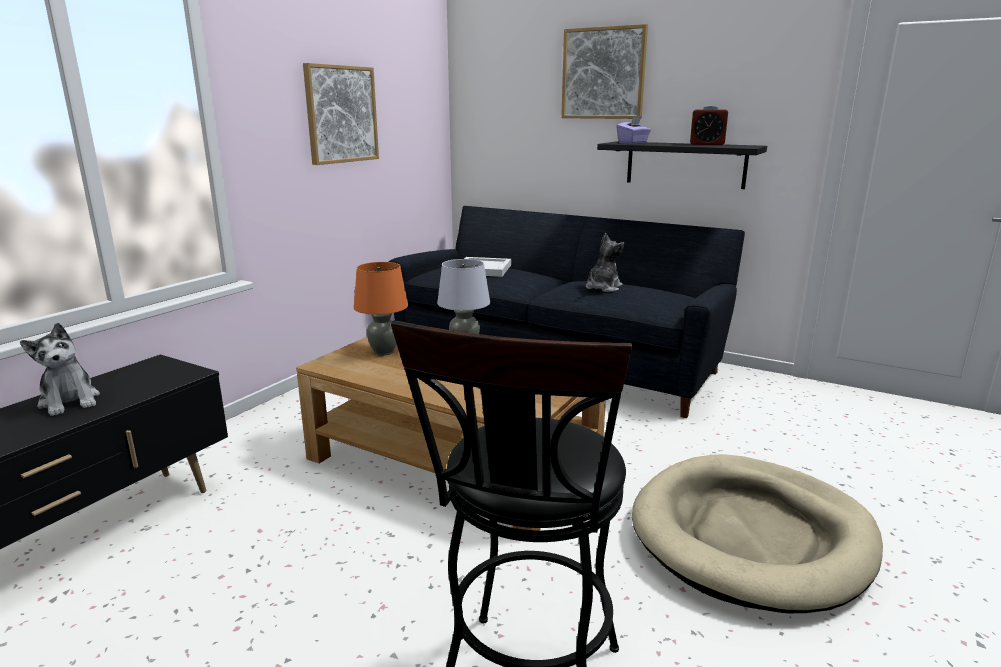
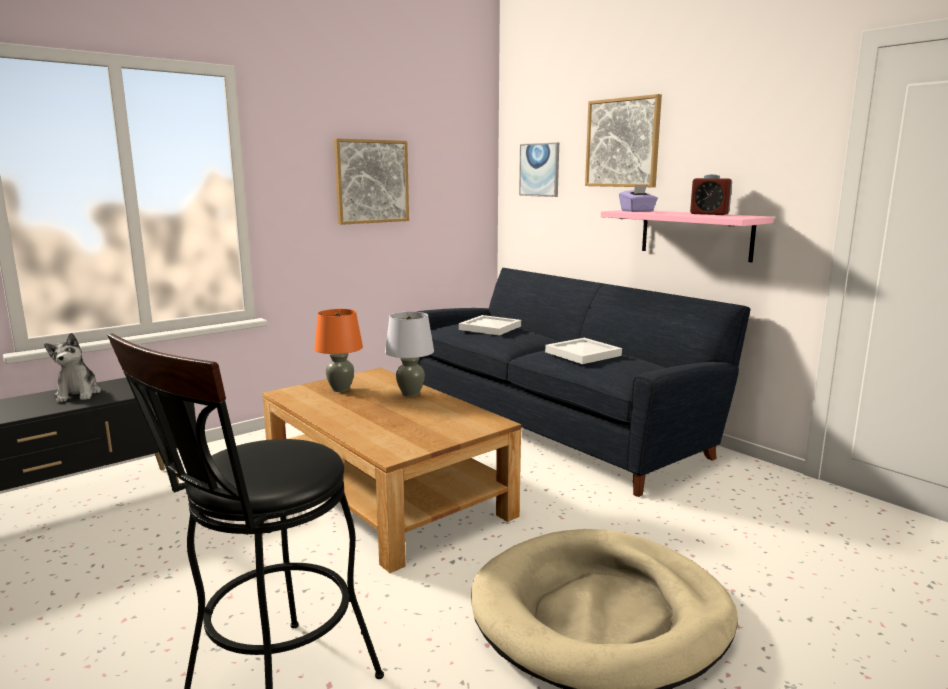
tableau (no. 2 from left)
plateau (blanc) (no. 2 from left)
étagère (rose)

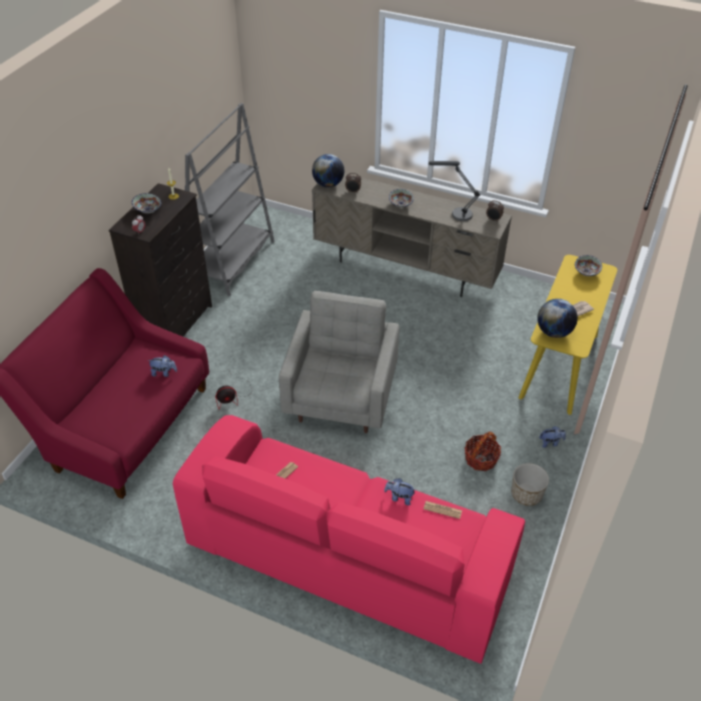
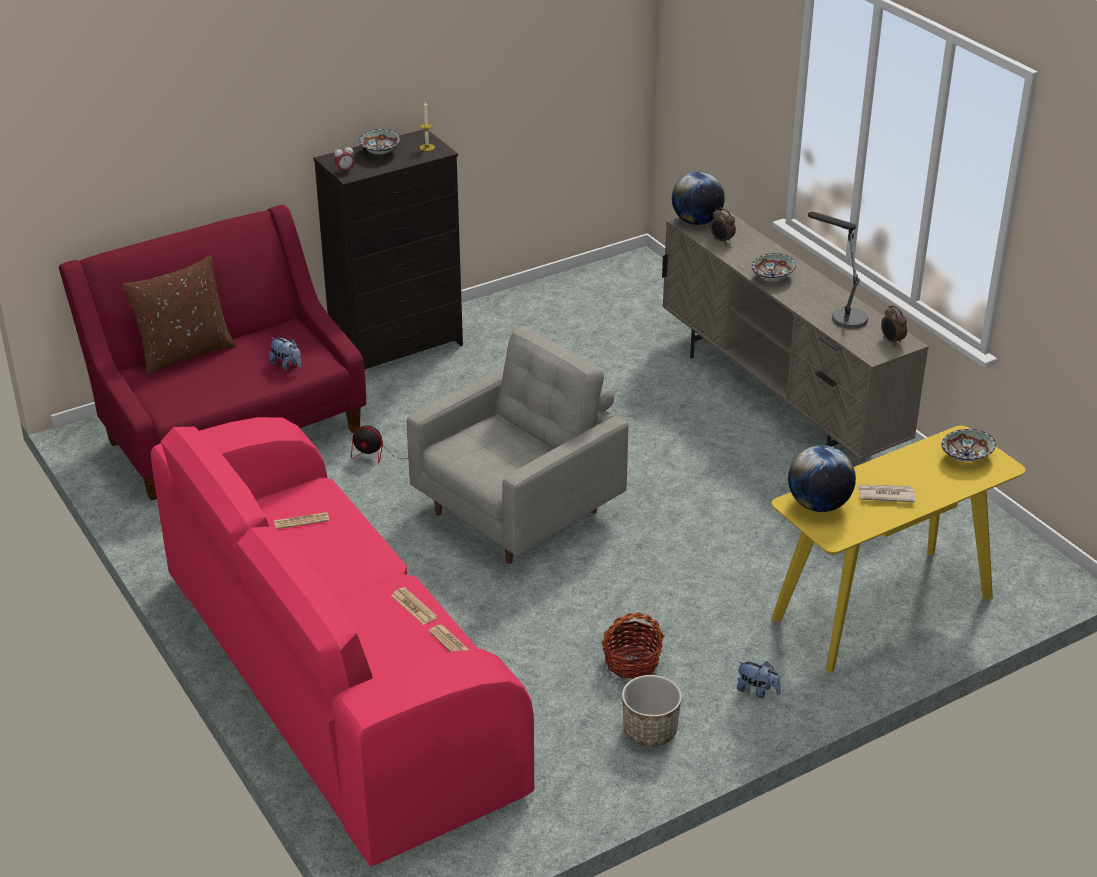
bibliothèque (gris)
coussin (marron)
journal (no. 2 from left)

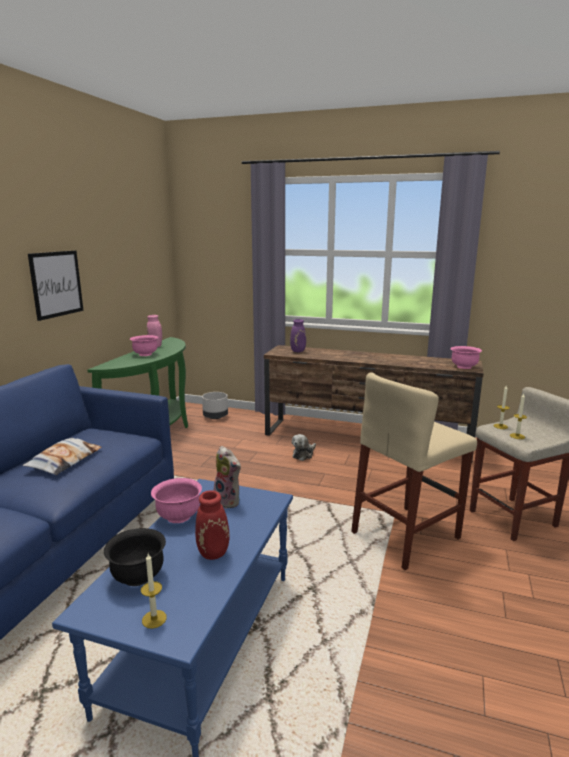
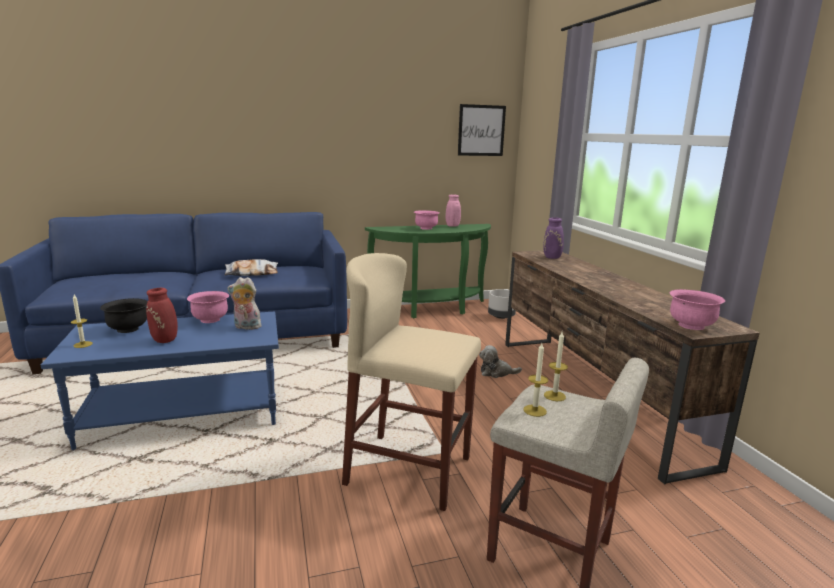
tableau
peluche (no. 1 from left)

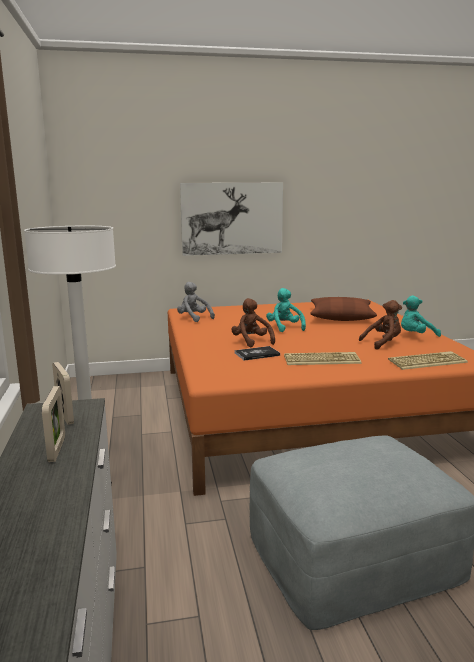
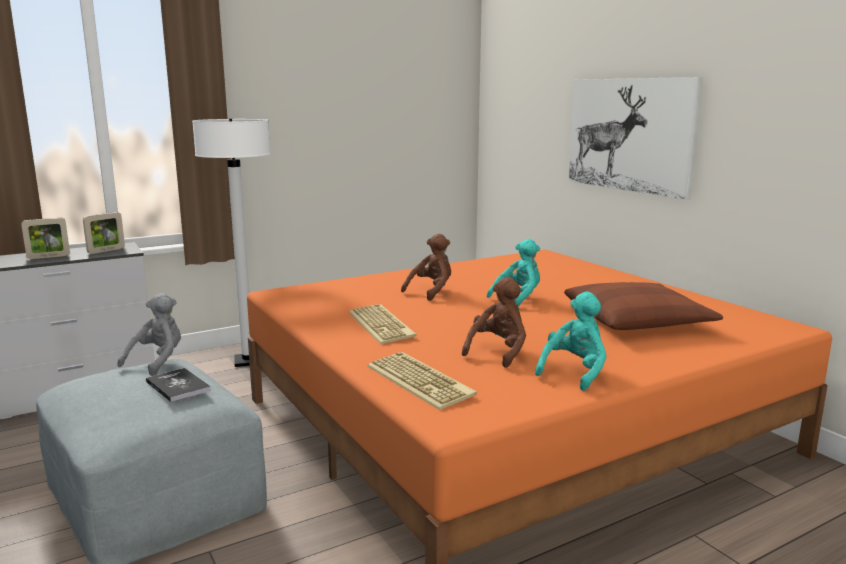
peluche (gris)
livre
peluche (marron) (no. 2 from left)
peluche (turquoise) (no. 2 from left)

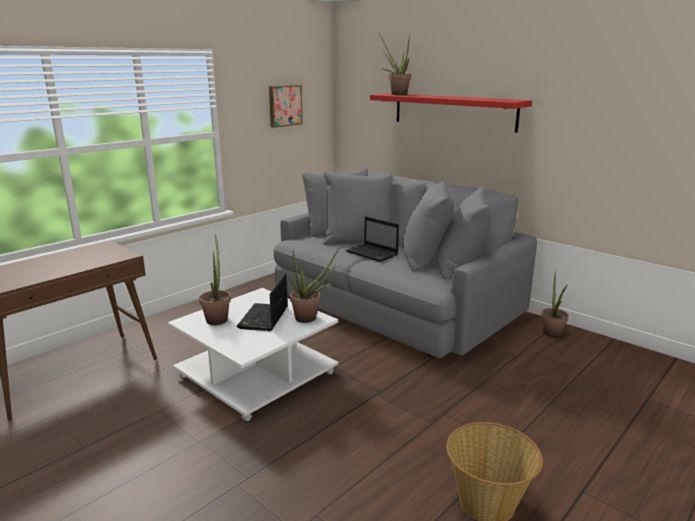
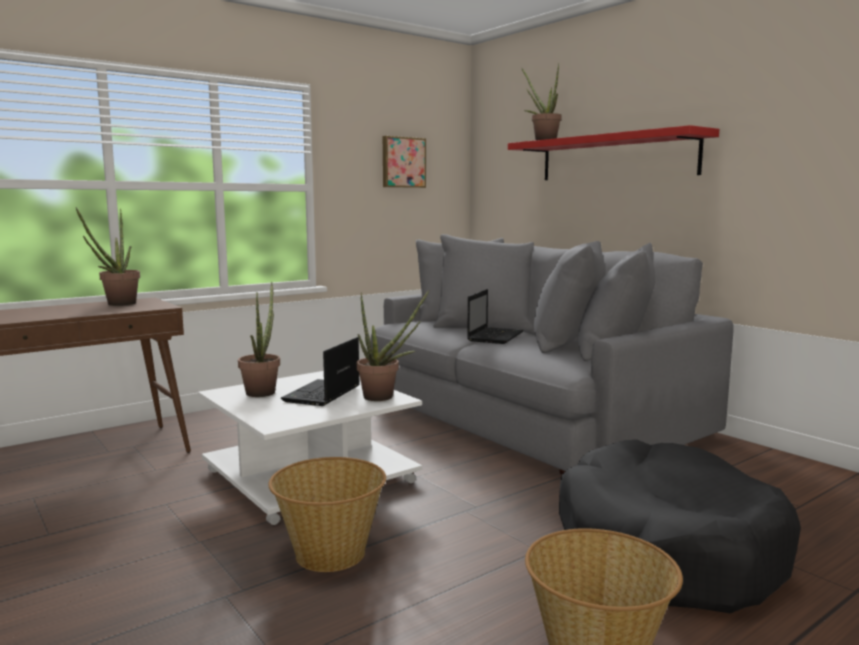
panier (no. 1 from left)
panier pour chien (noir)
plante en pot (no. 1 from left)
ordinateur portable (no. 2 from left)

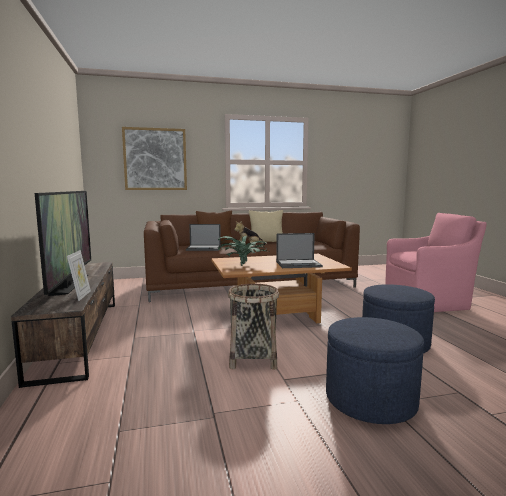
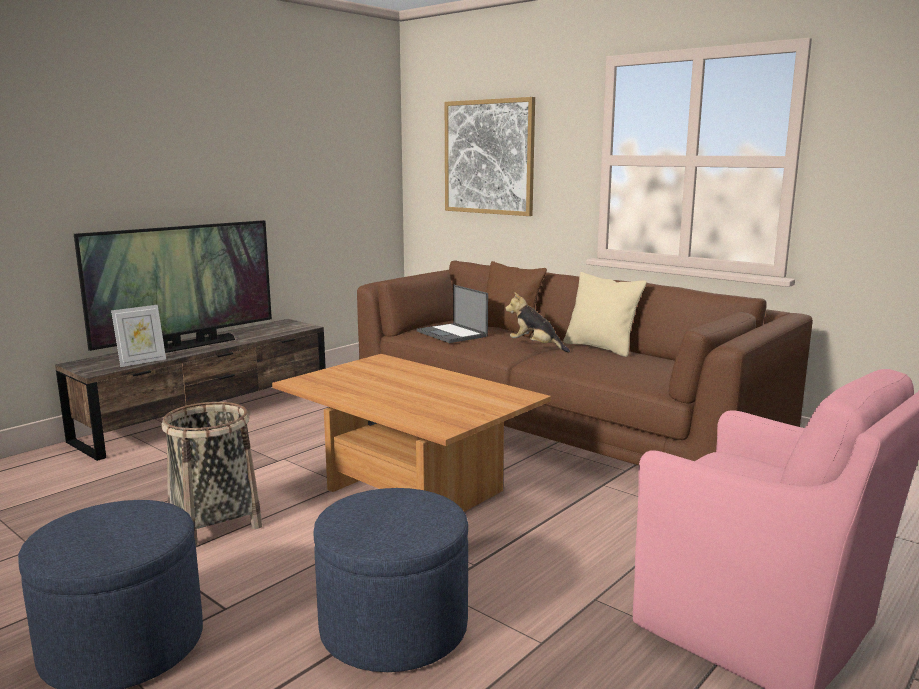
plante en pot
ordinateur portable (no. 2 from left in the first image)

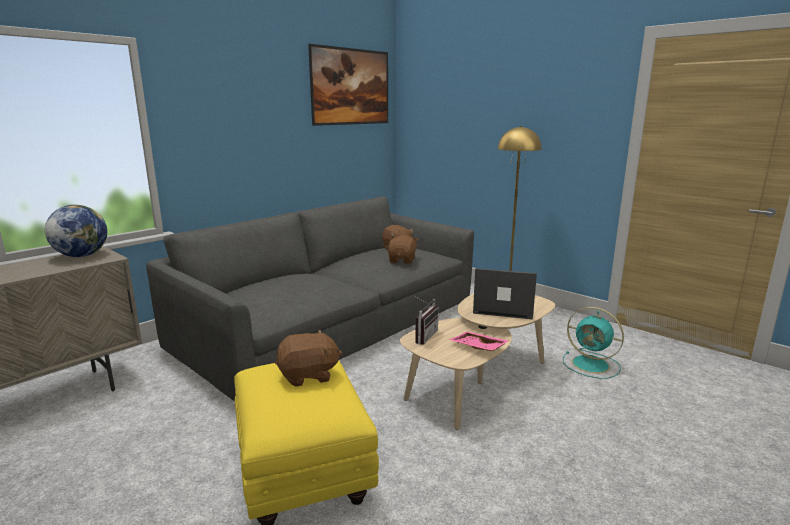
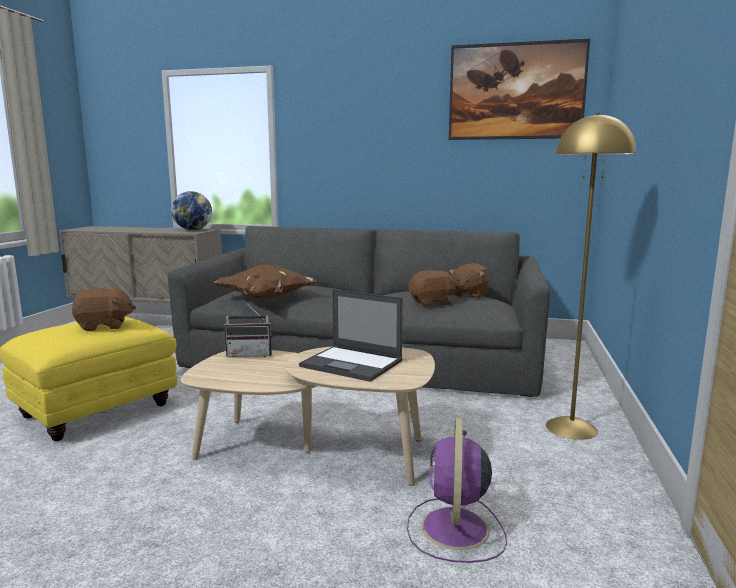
plateau (rose)
coussin (marron)
ventilateur (violet)
peluche (marron) (no. 1 from left)
ordinateur portable

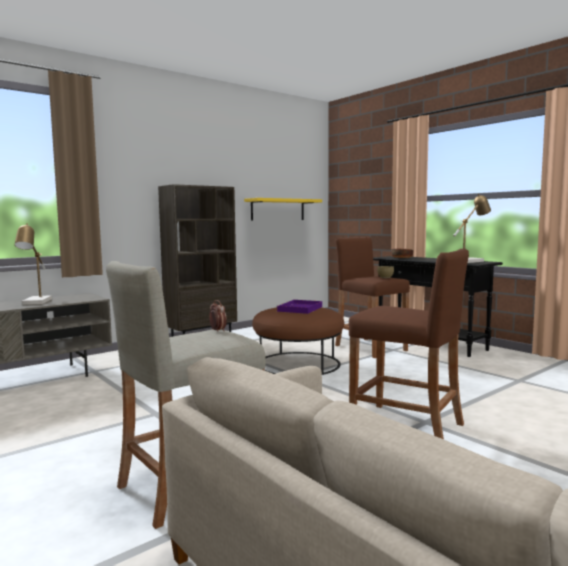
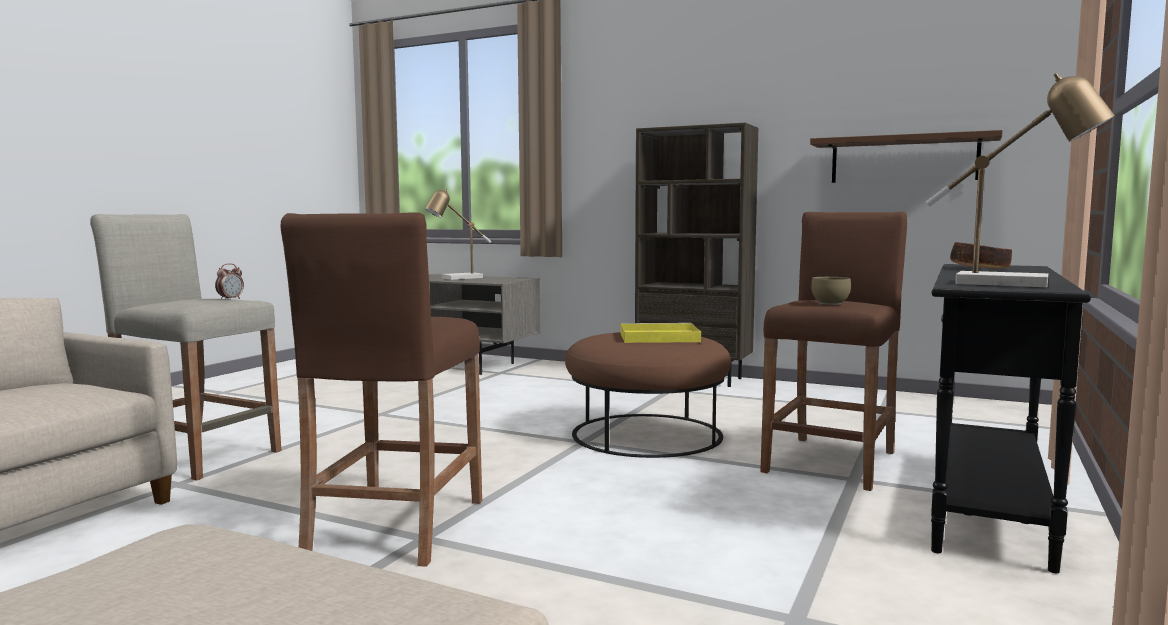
étagère (marron)
plateau (jaune)

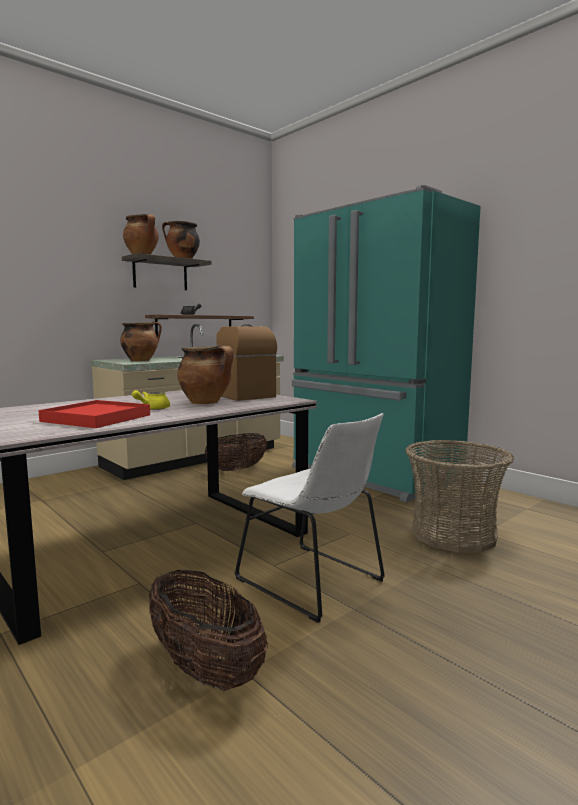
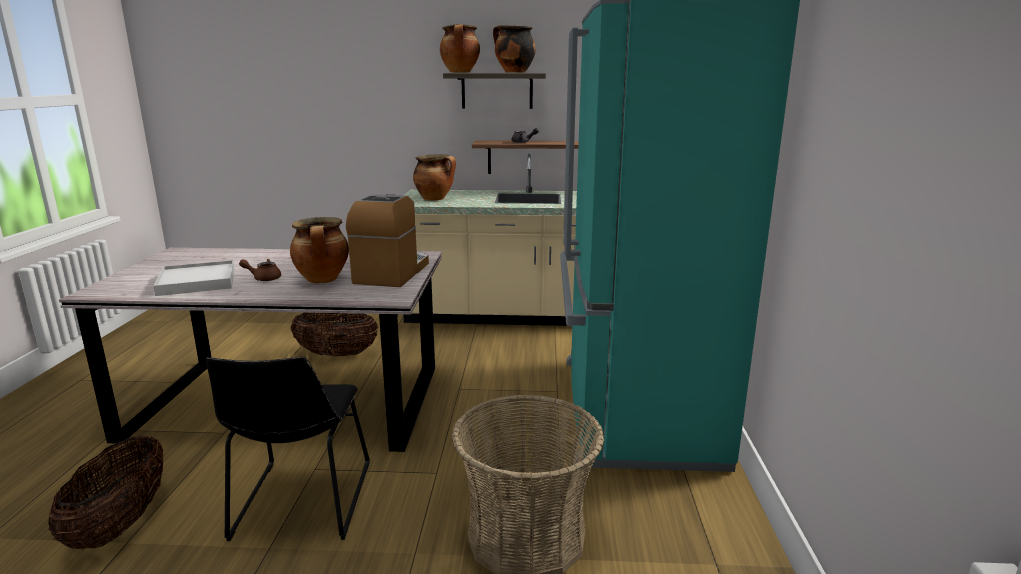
panier (no. 2 from left)
plateau (blanc)
théière (marron)
chaise (noir)

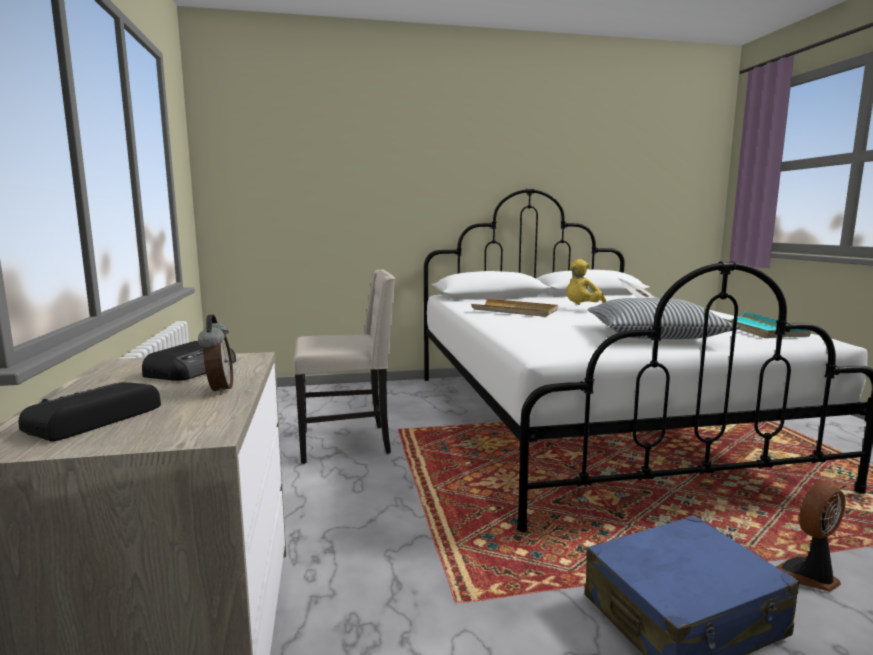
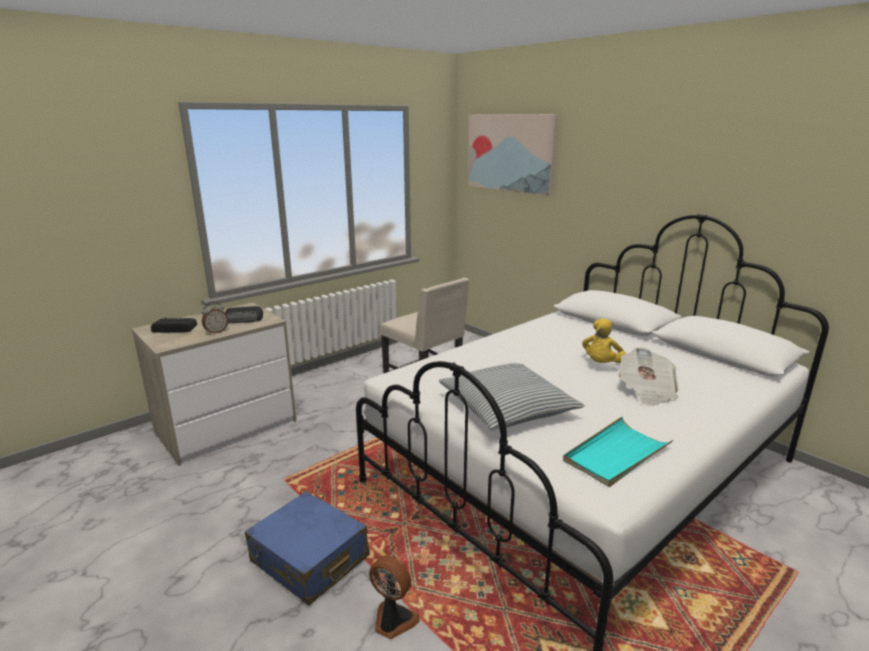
plateau (beige)
tableau
peluche (jaune)

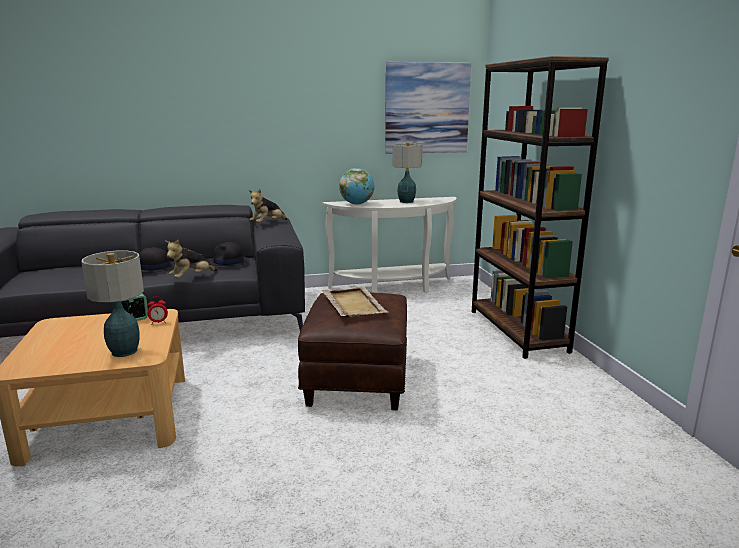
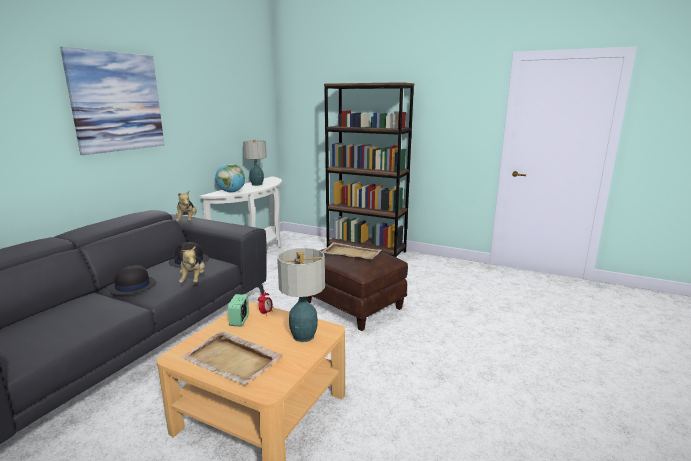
plateau (beige) (no. 1 from left)
tableau

